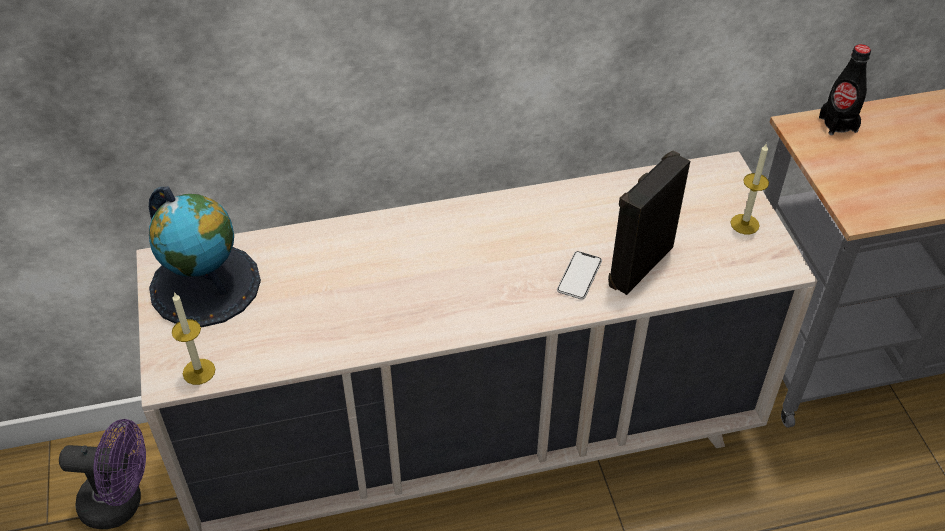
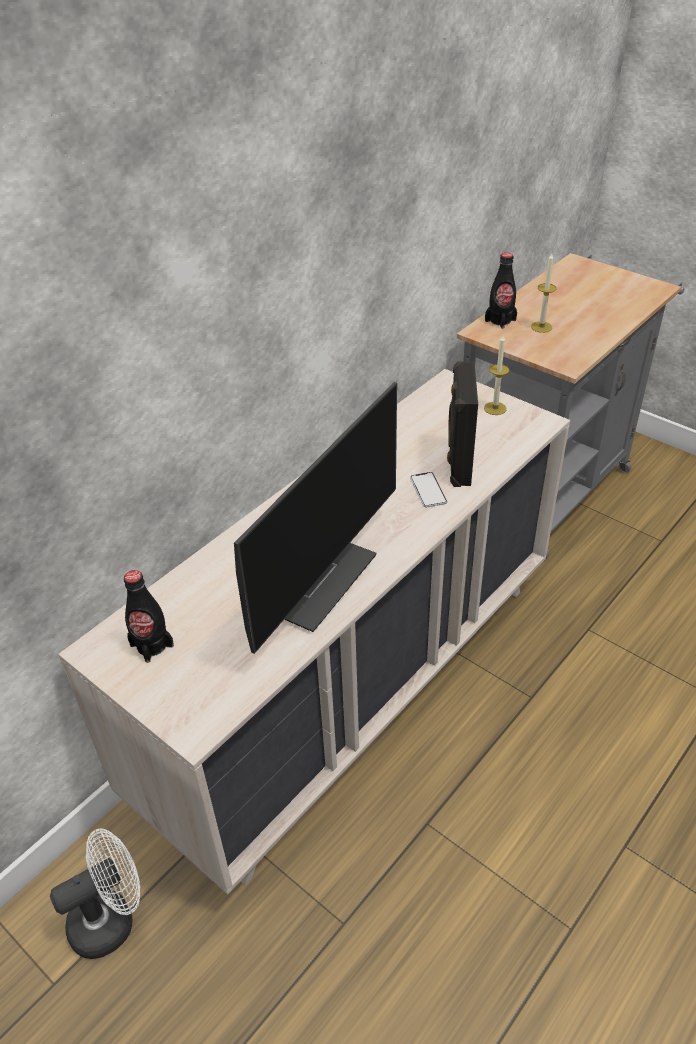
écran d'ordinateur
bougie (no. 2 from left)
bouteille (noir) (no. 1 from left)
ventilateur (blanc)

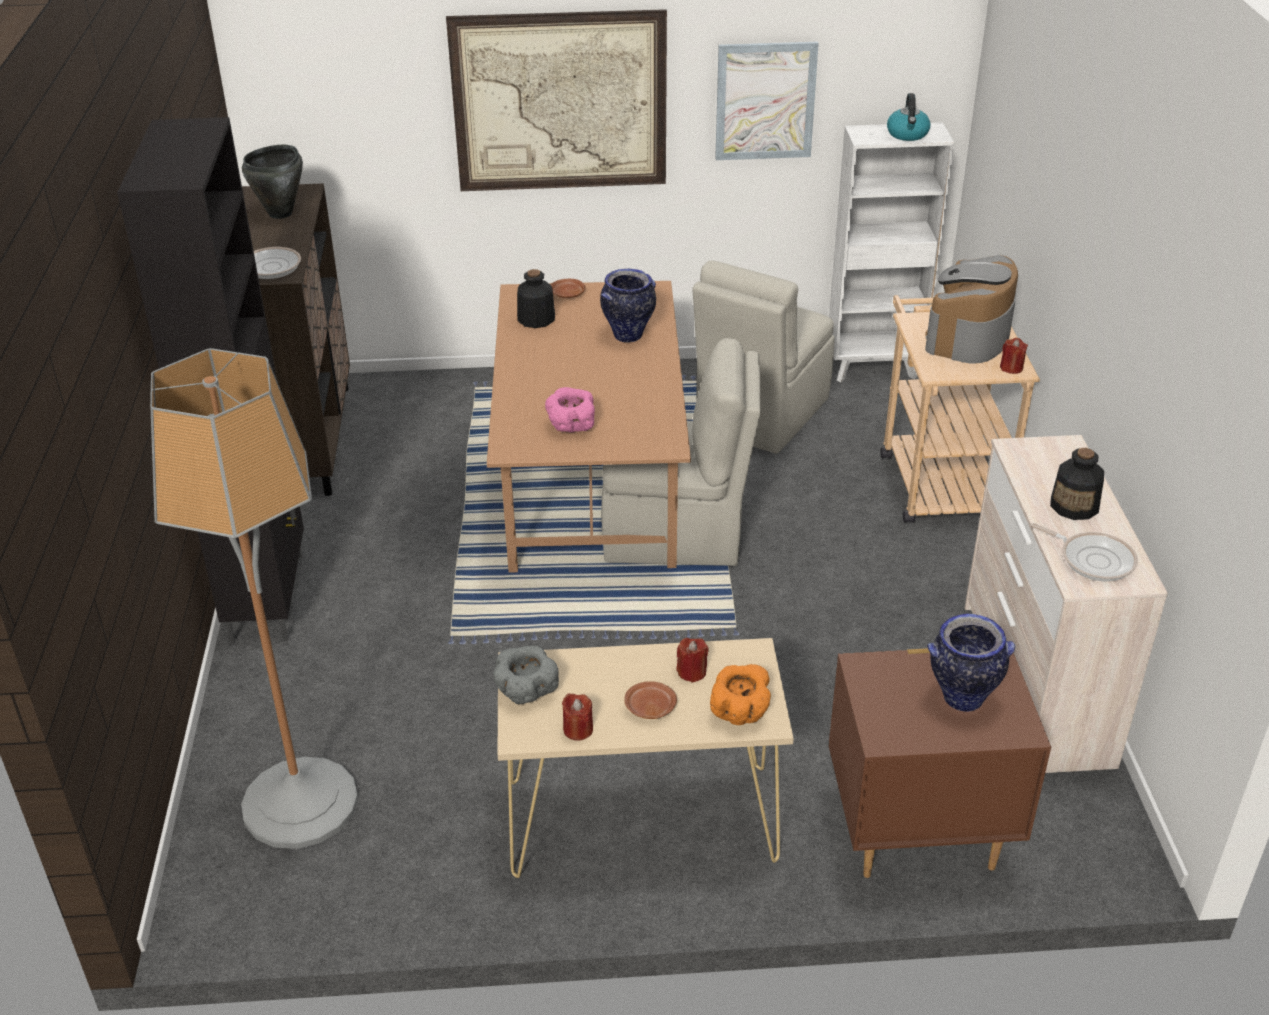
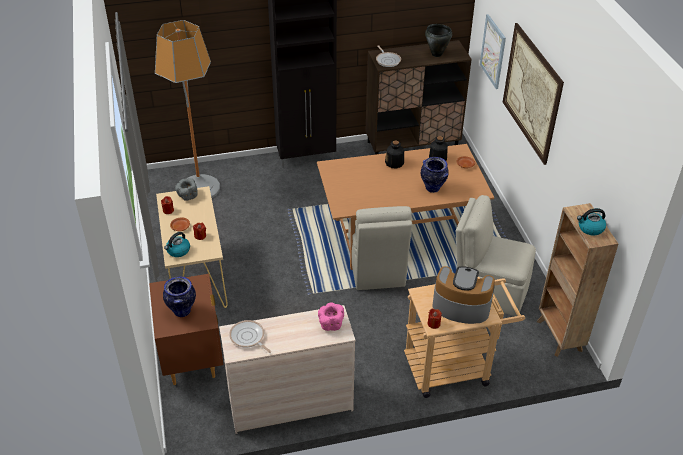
bol (rose)
tableau (no. 1 from left)
bouteille (no. 1 from left)
bouilloire (no. 1 from left)
bibliothèque (marron)
poêle (no. 1 from left)

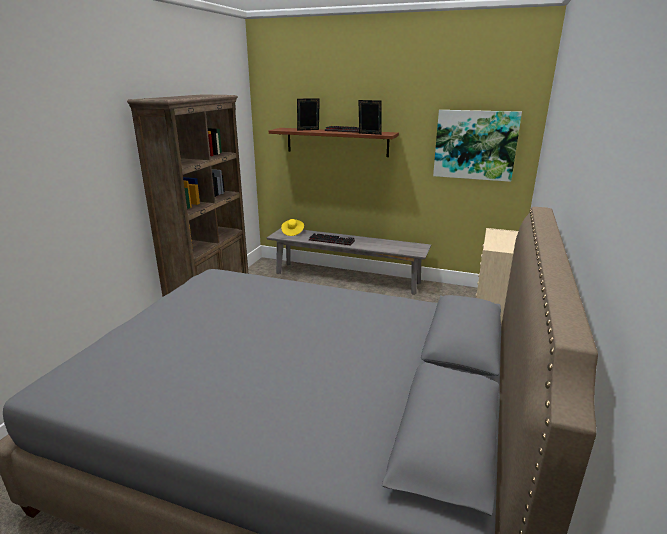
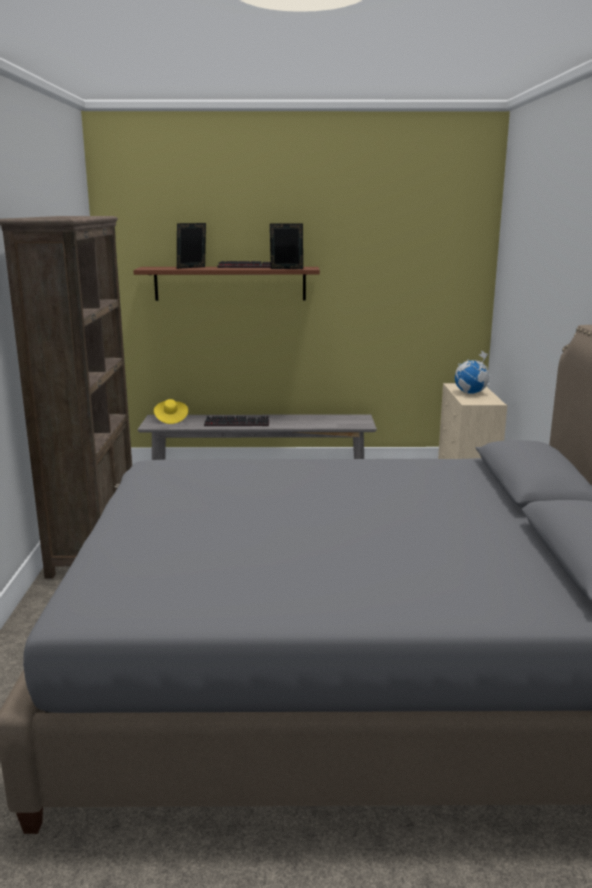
tableau
globe

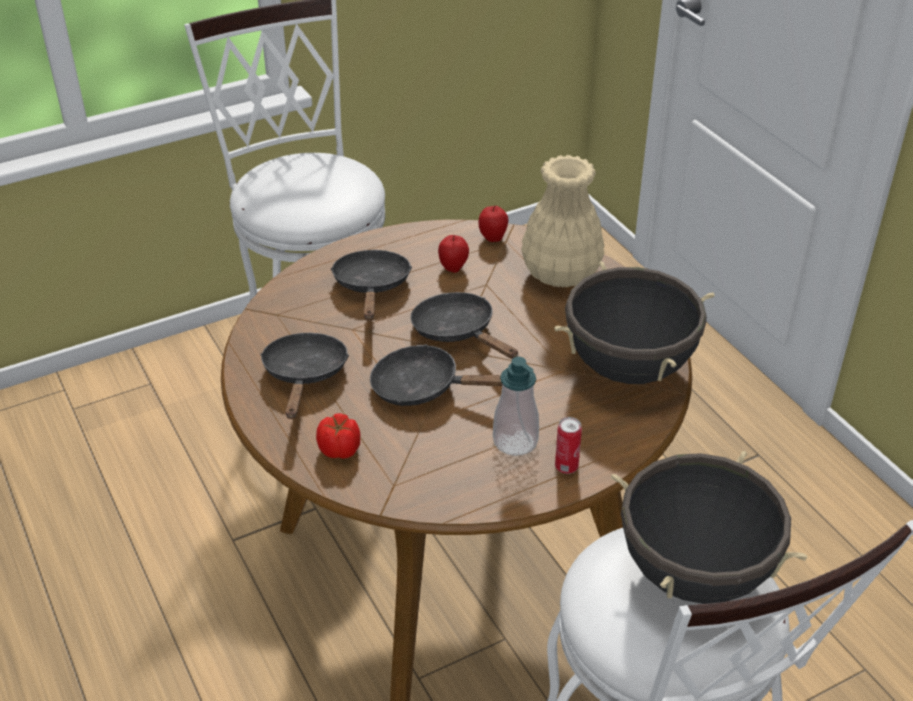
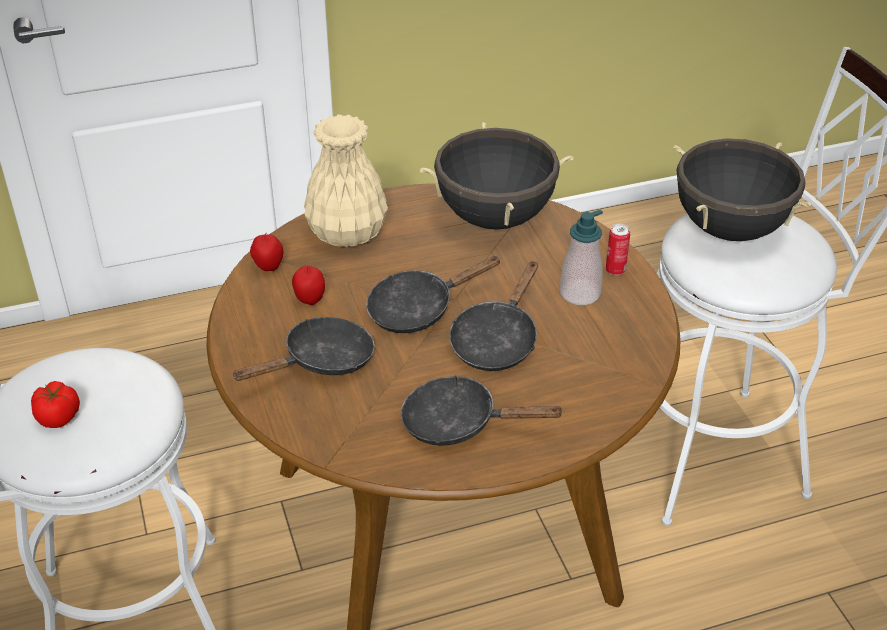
tomate
poêle (noir) (no. 1 from left)

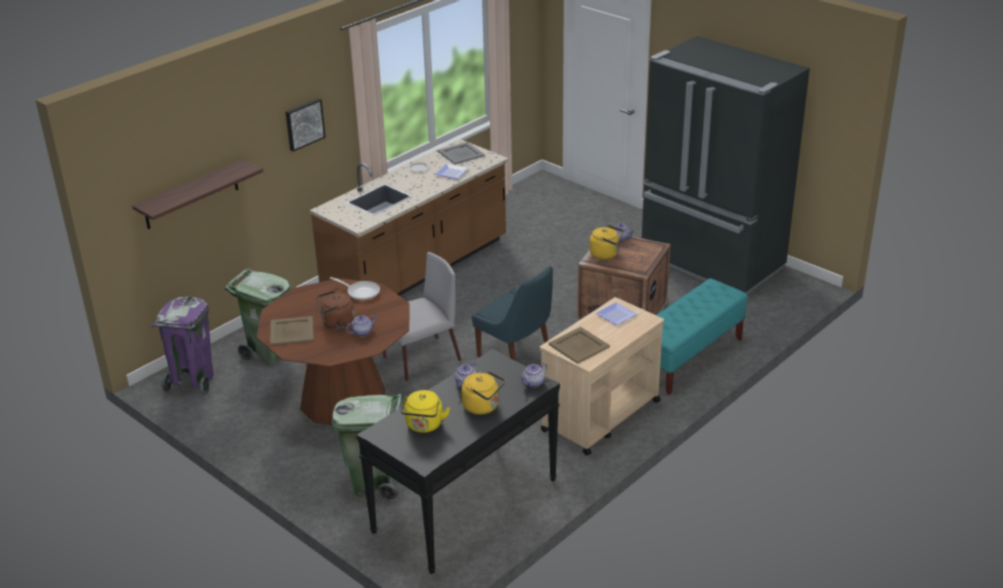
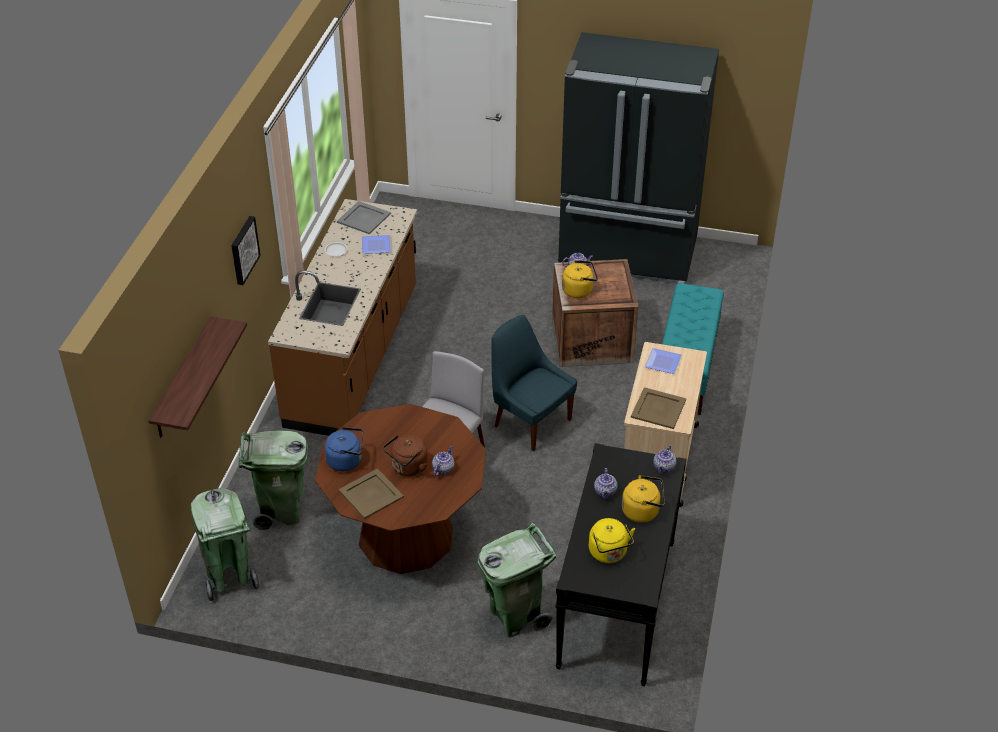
poêle
bouilloire (bleu)
poubelle (vert) (no. 1 from left)
chaise (bleu)

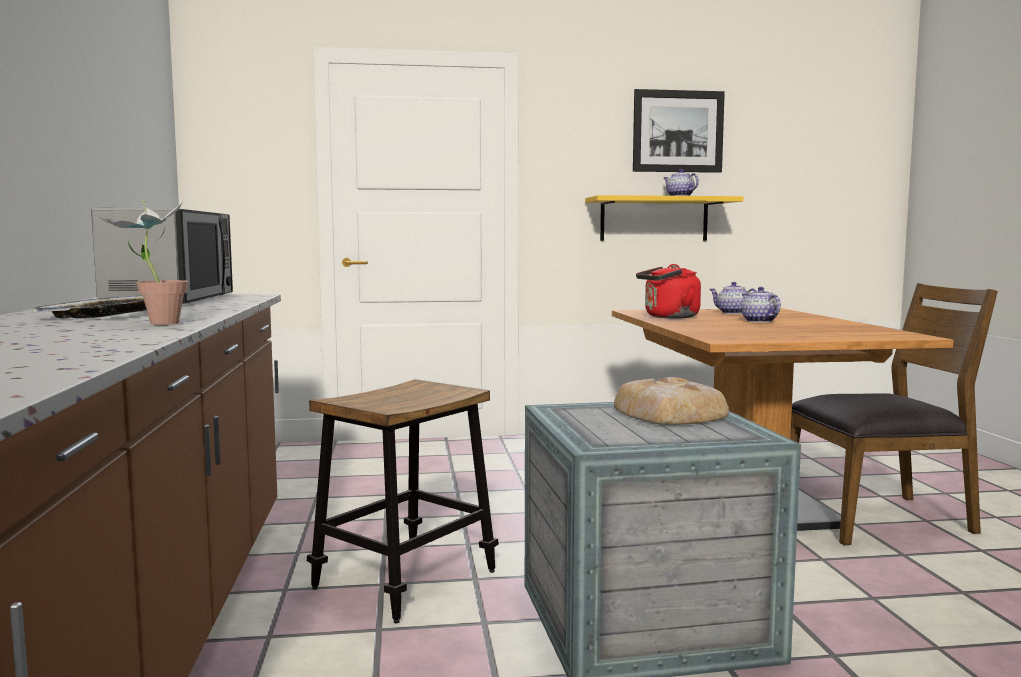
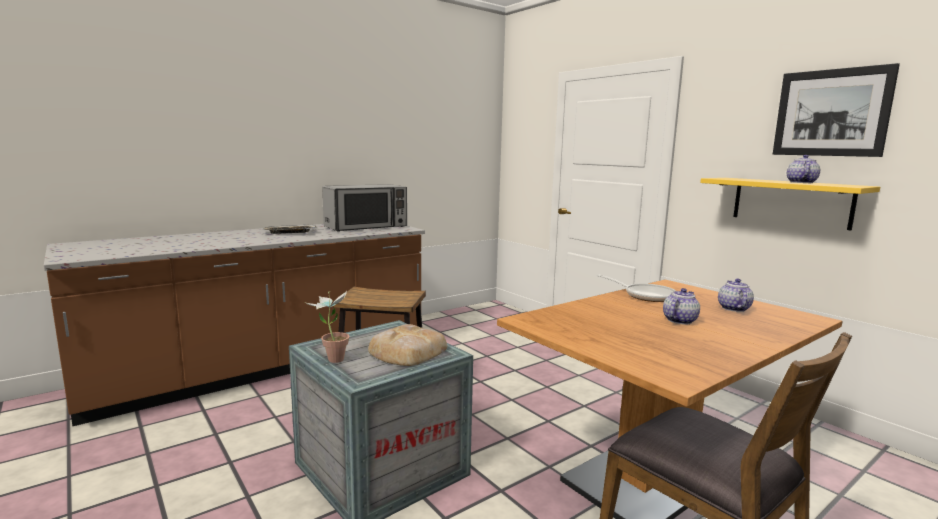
plante en pot
poêle

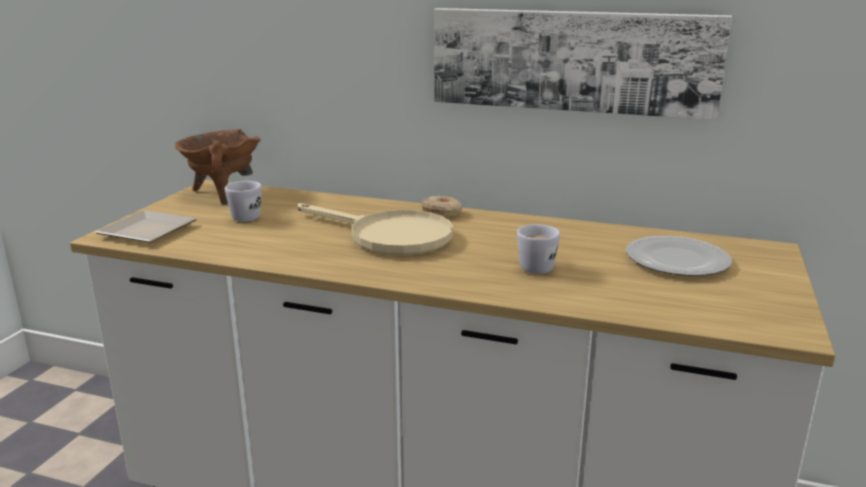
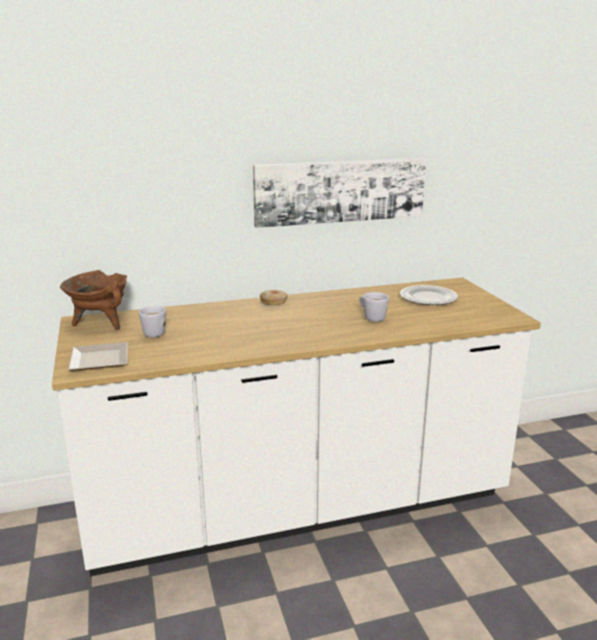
poêle (beige)

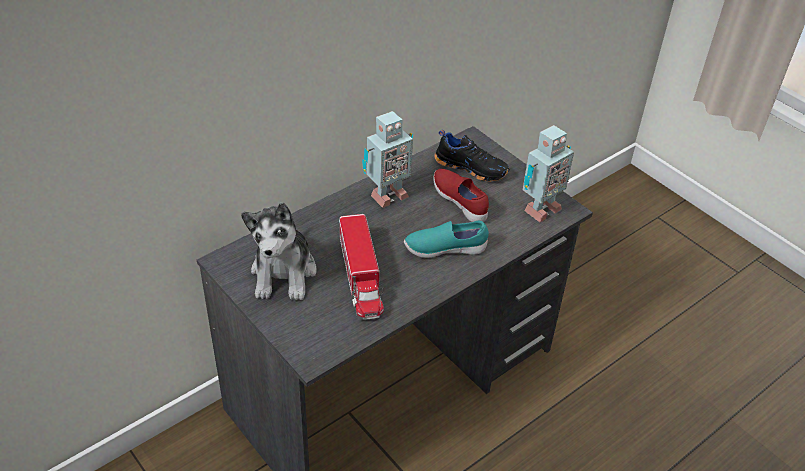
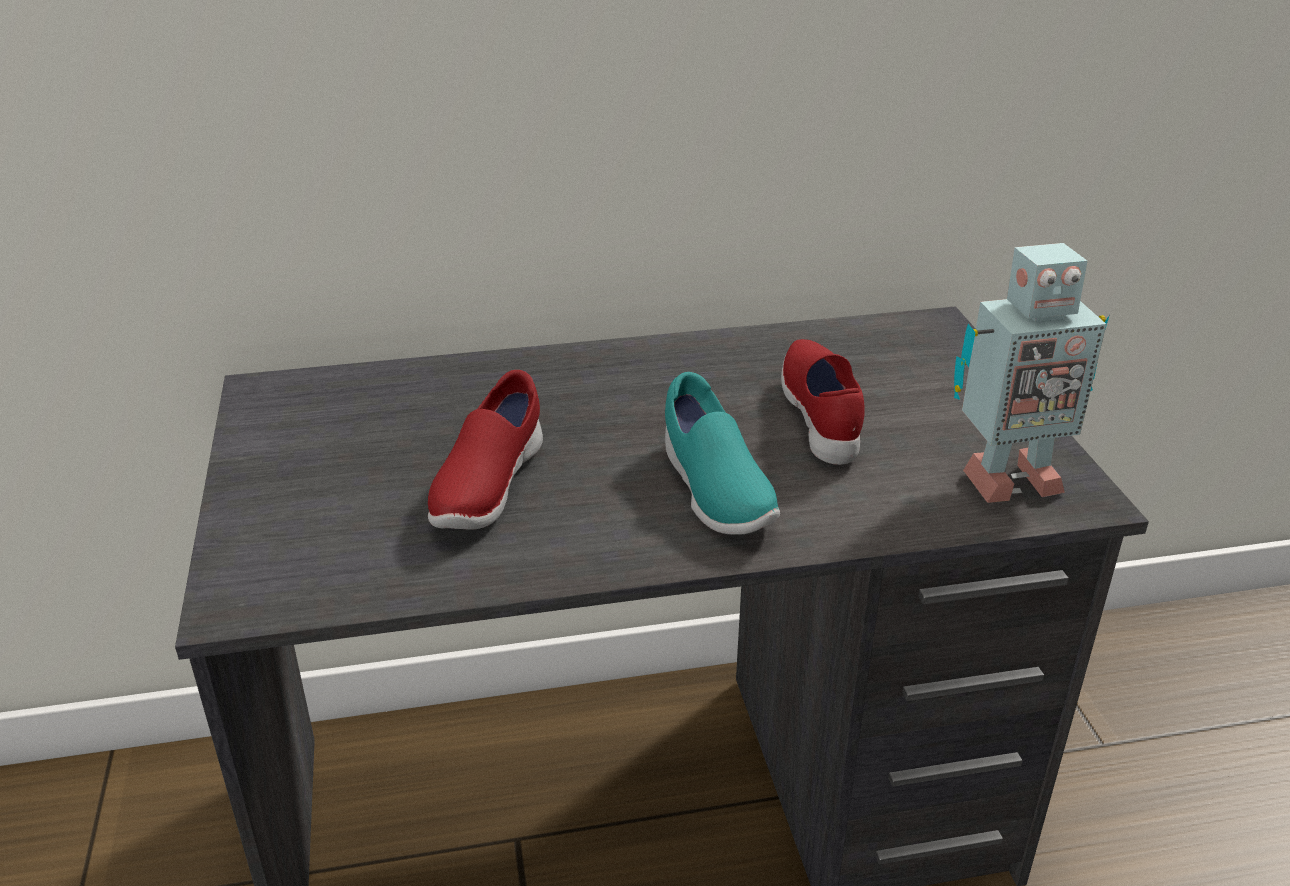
peluche
robot jouet (no. 1 from left in the first image)
chaussure (noir)
chaussure (rouge) (no. 1 from left)
chaussure (turquoise)

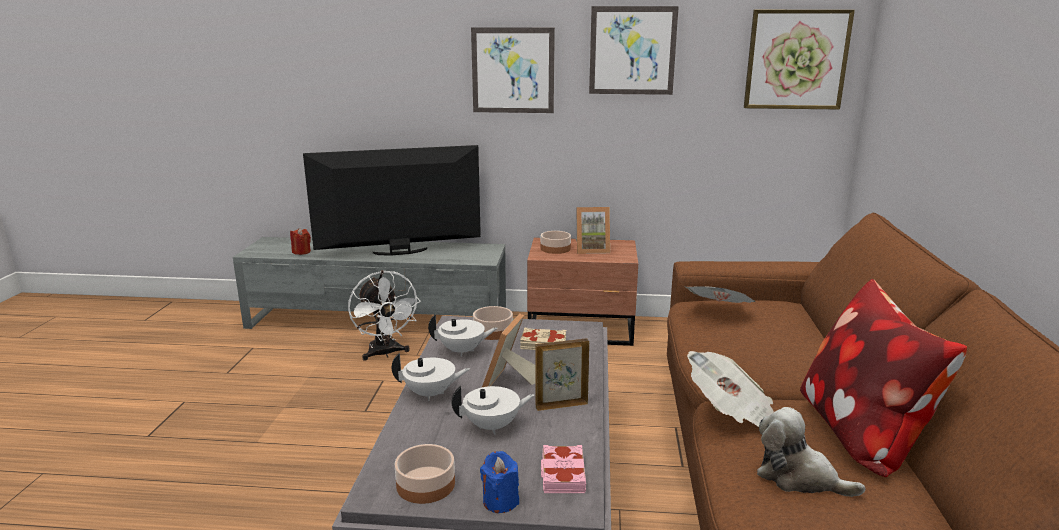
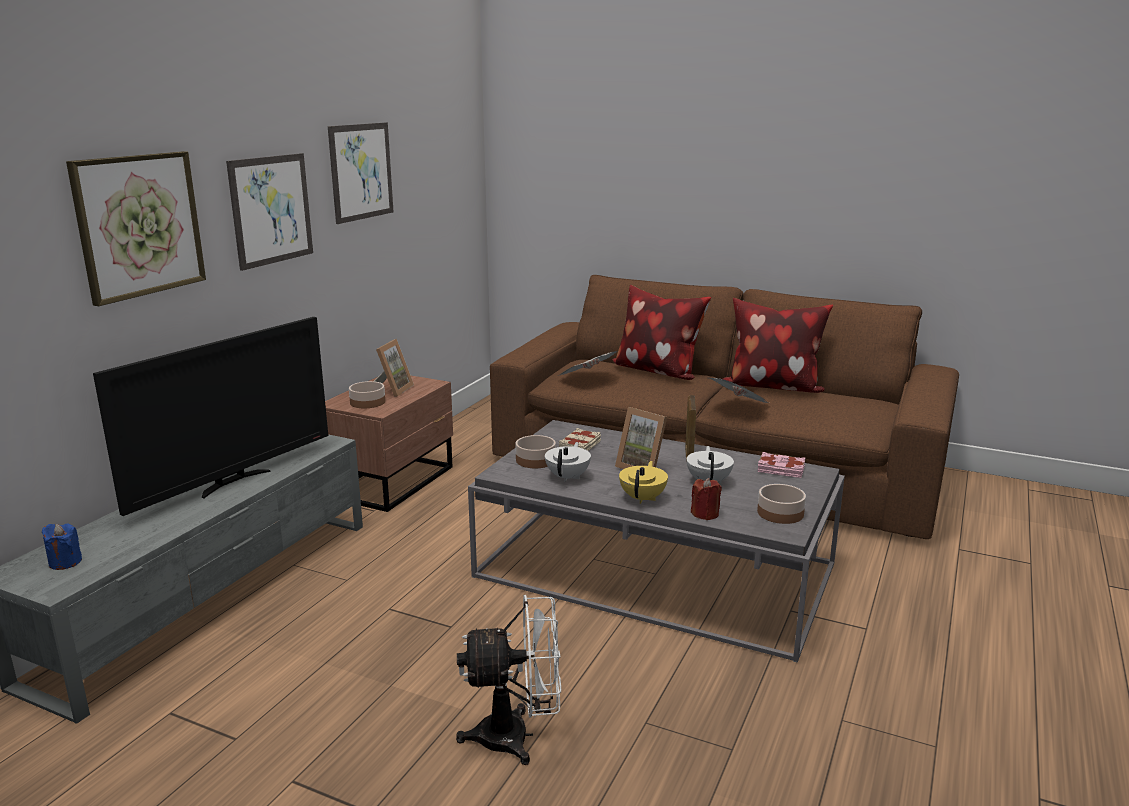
peluche
coussin (no. 1 from left)
bougie (rouge)
ventilateur (blanc)
bougie (bleu)
tableau (no. 1 from left)
théière (jaune)
téléviseur

